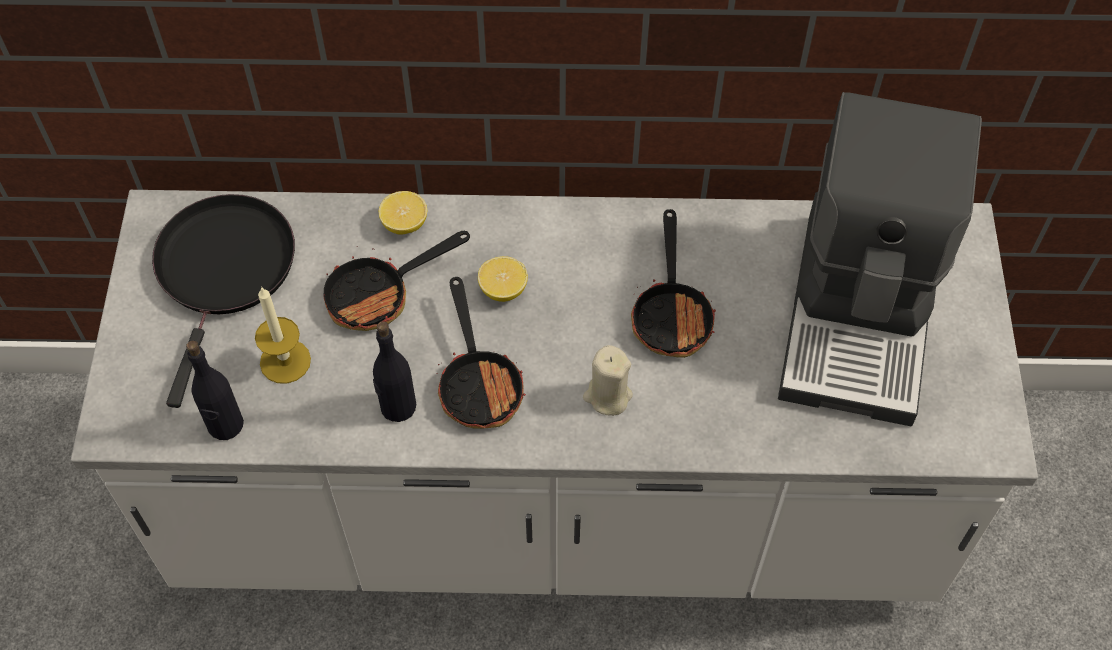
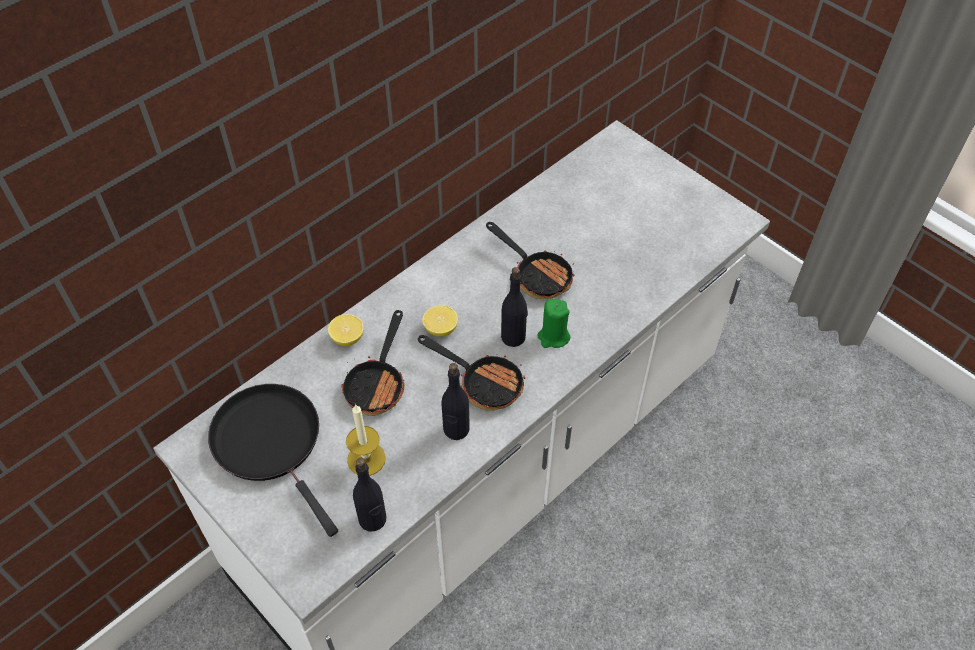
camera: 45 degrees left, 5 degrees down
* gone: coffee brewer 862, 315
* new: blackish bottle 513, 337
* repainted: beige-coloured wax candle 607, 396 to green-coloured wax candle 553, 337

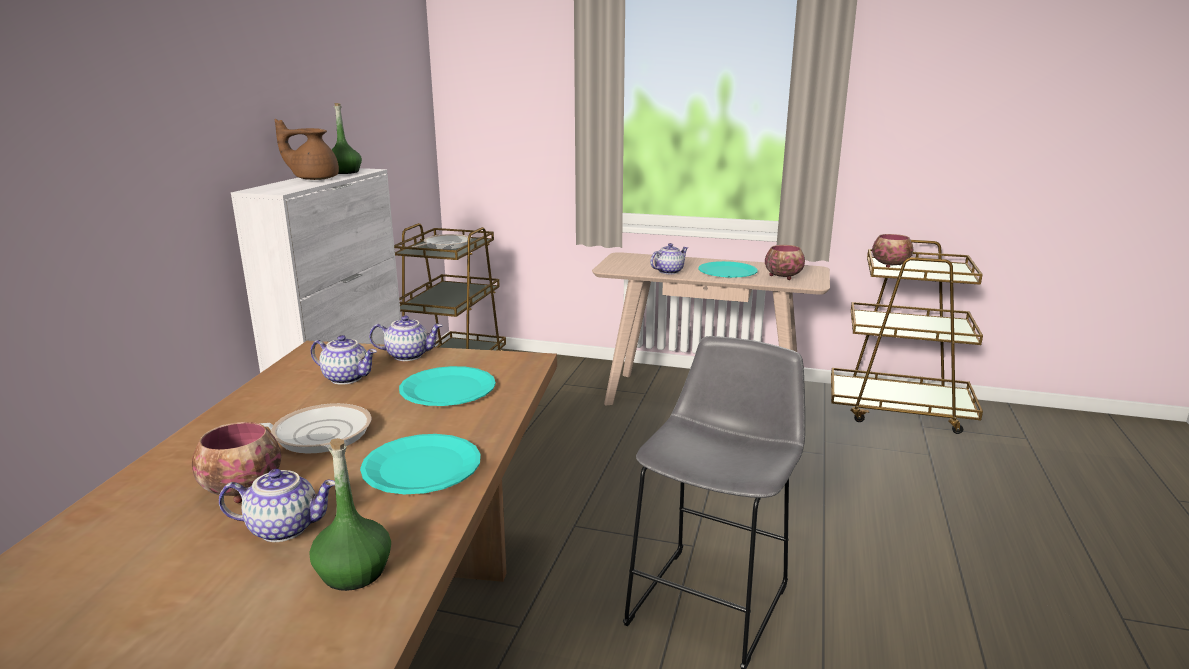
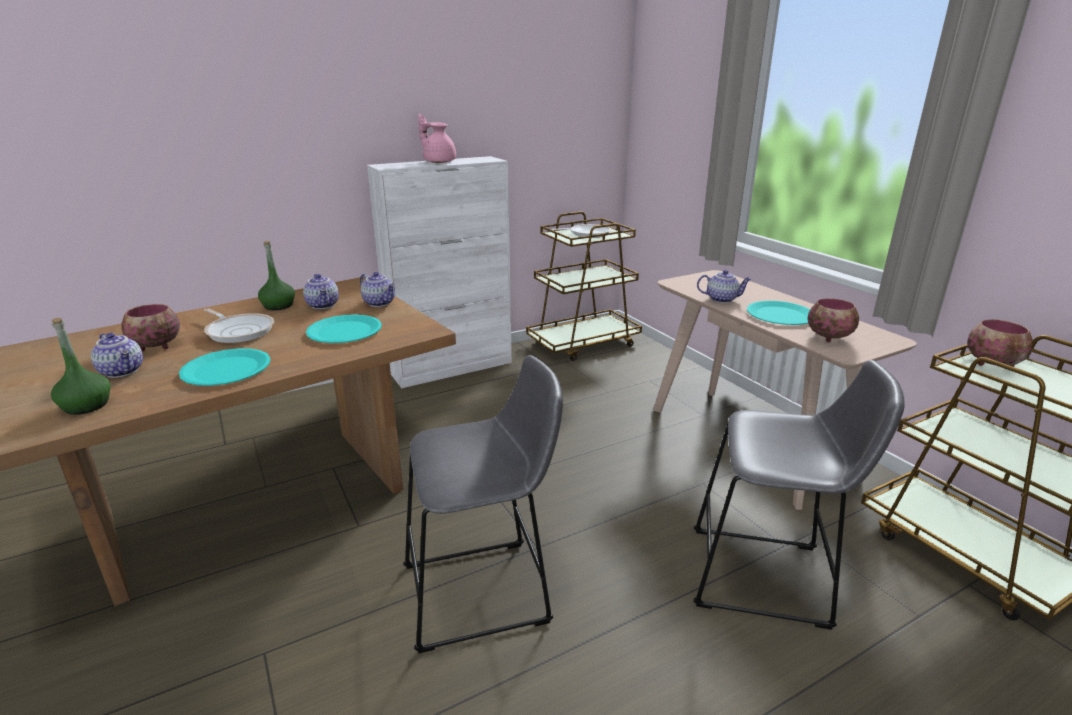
camera: 45 degrees right, 5 degrees up
* new: gray stool 767, 578
* shifted: green-coloured bottle 345, 172 to 278, 306
* repainted: brownish teapot 314, 178 to pink teapot 438, 162

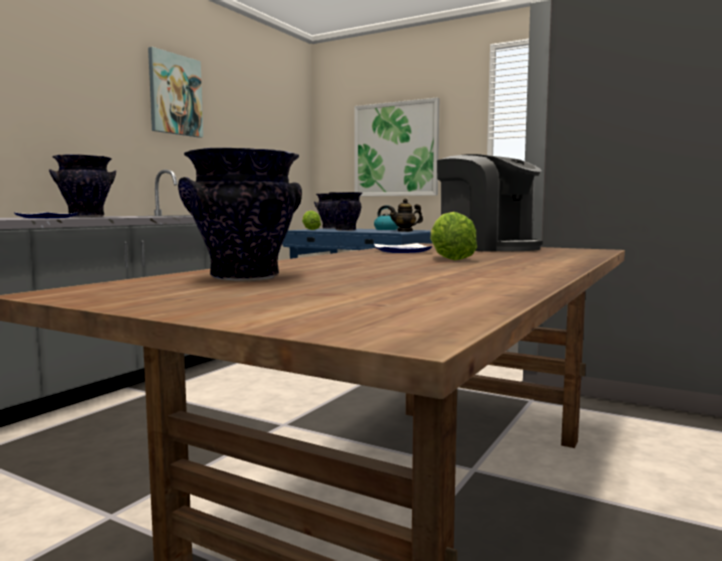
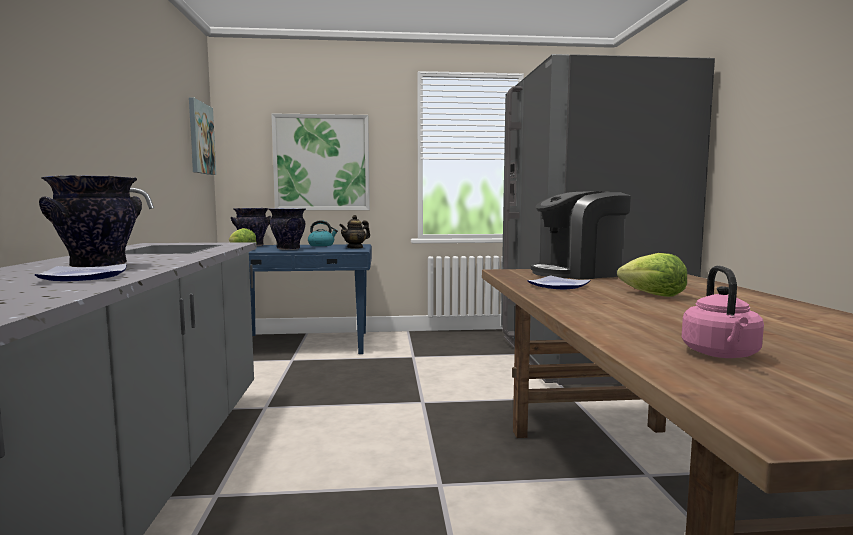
camera: 35 degrees left, 0 degrees up
* shifted: wall art 175, 95 to 200, 138
* swapped: decorative vase 245, 278 to pink kettle 721, 354
* rotated: coffee brewer 487, 248 = 578, 273 150 degrees clockwise

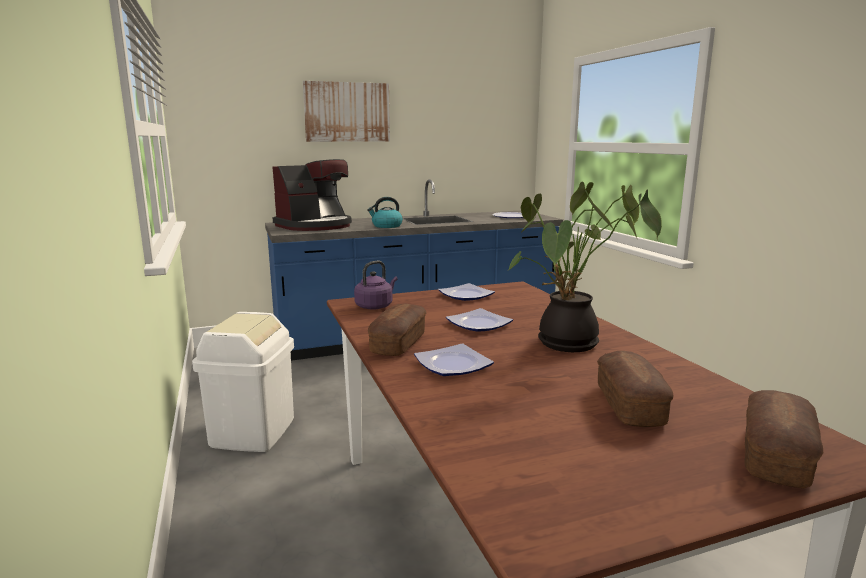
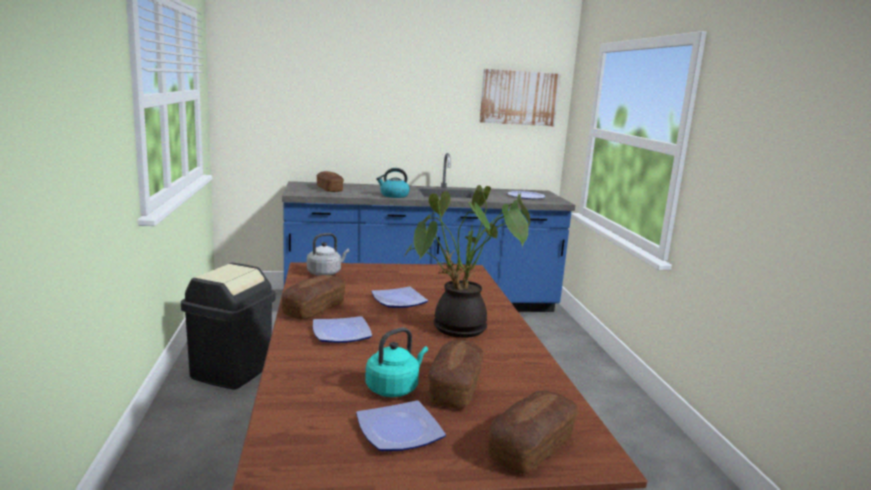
camera: 10 degrees right, 0 degrees up
* new: blue-green kettle 394, 388
* shifted: wall art 347, 112 to 519, 98
* shifted: dinner plate 467, 295 to 401, 432
* swapped: coffee brewer 315, 226 to bread 329, 189
* repainted: white rubbish bin 252, 432 to blackish rubbish bin 231, 371
* repainted: purplish kettle 375, 306 to gray kettle 325, 273

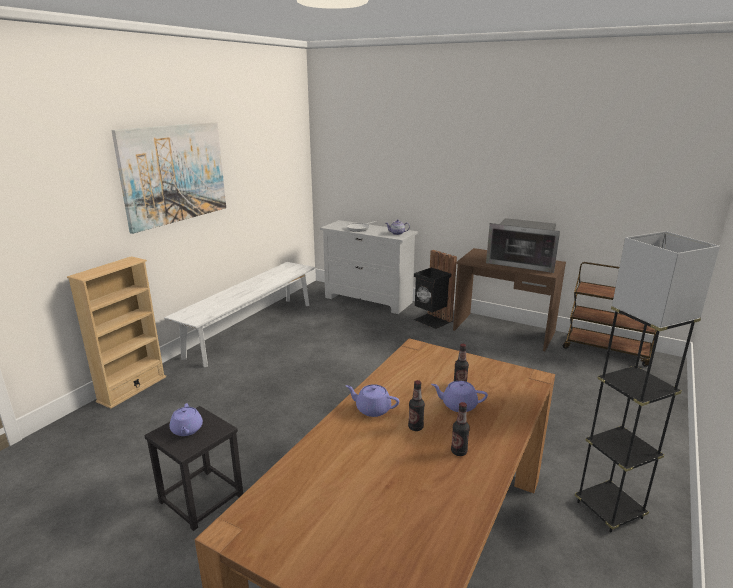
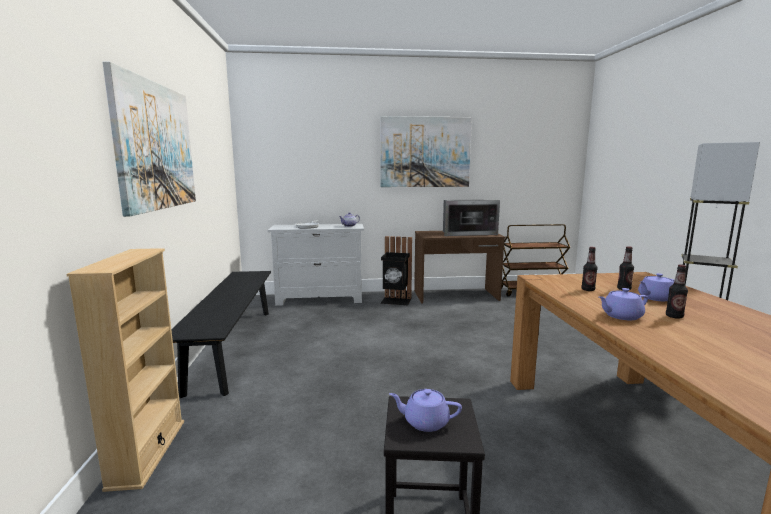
camera: 35 degrees left, 10 degrees down
* new: wall art 425, 152
* shifted: bottle 459, 452 to 588, 290
* repainted: white bench 252, 329 to blackish bench 233, 346
* rotated: purplish teapot 187, 430 = 425, 422 150 degrees clockwise

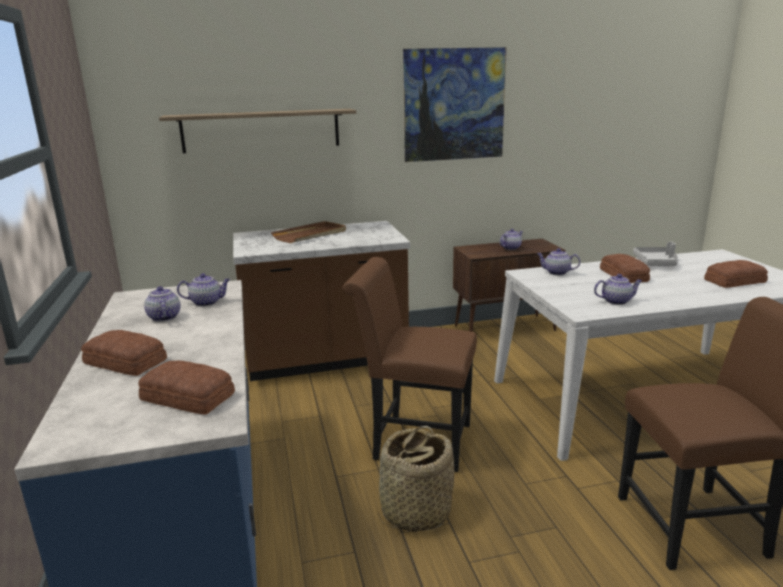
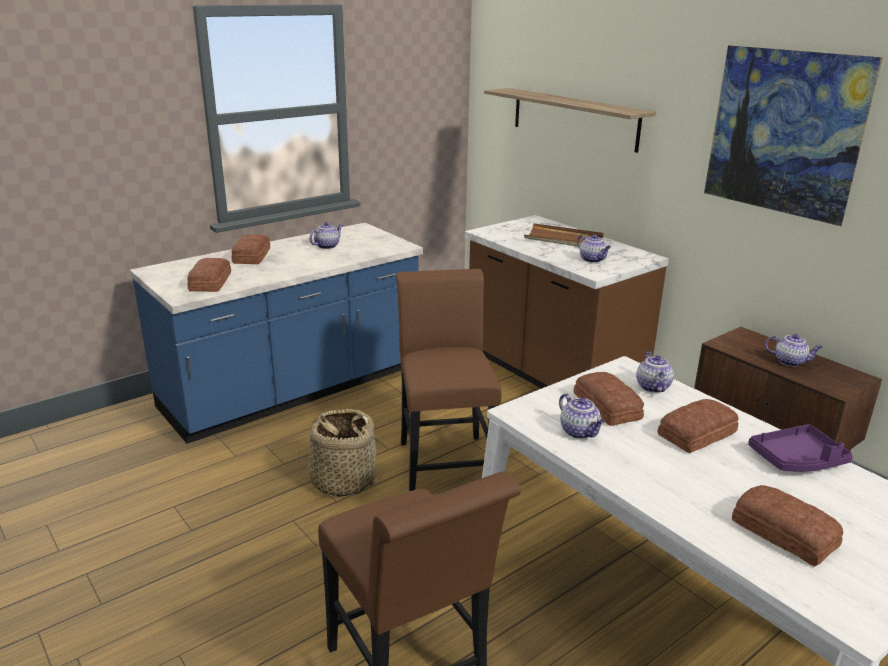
camera: 65 degrees right, 5 degrees up
* new: bread 607, 406
* shifted: teapot 207, 302 to 592, 259
* repainted: gray carrying tray 656, 263 to purplish carrying tray 797, 460

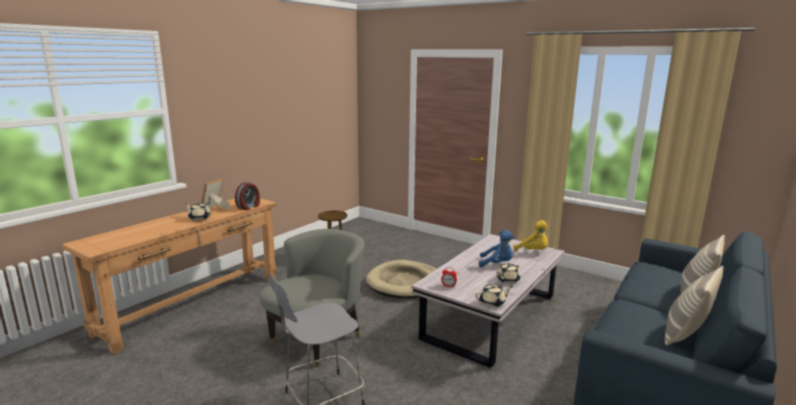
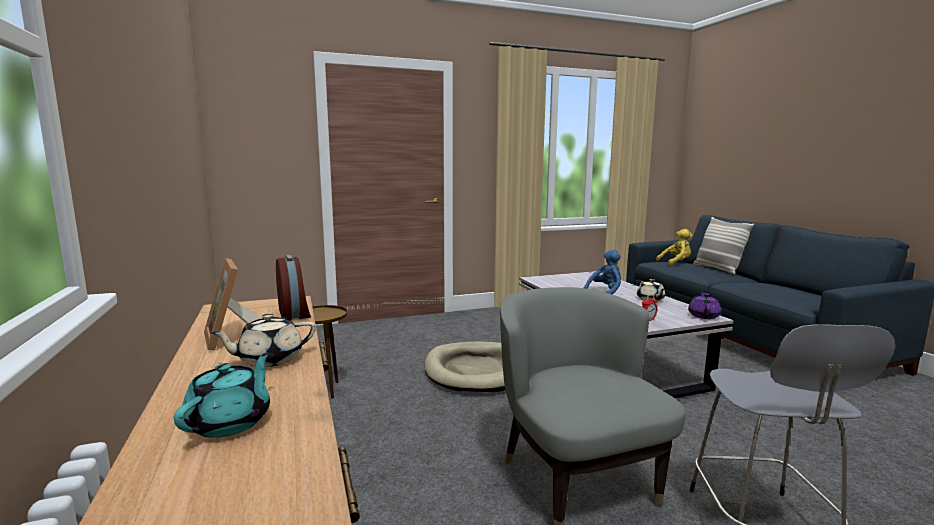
camera: 55 degrees left, 5 degrees down
* gone: throw pillow 685, 335
* new: blue-green teapot 230, 422
* shifted: yellow-coloured plush toy 533, 251 to 676, 263
* repainted: beige-coloured teapot 493, 303 to purplish teapot 704, 316

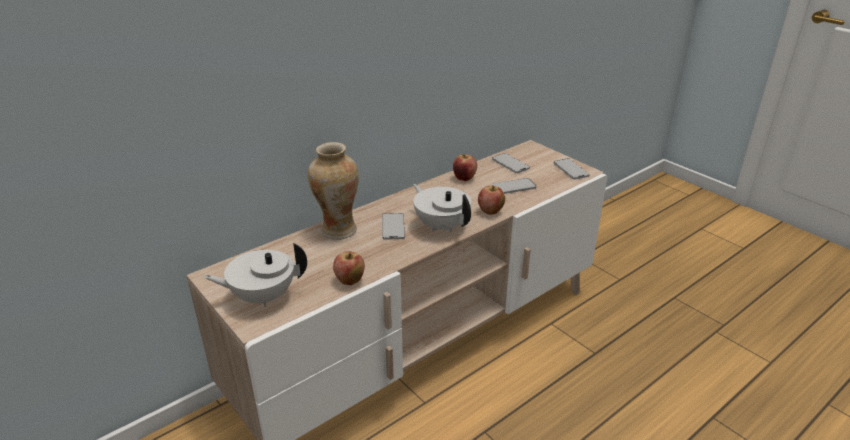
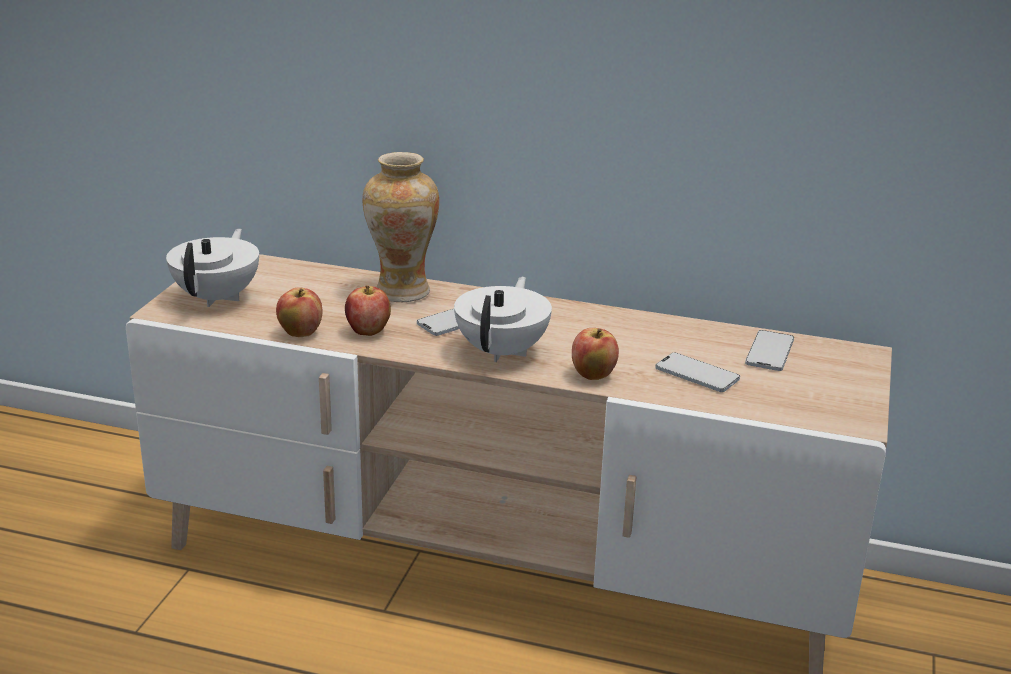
camera: 55 degrees right, 5 degrees down
* gone: phone 570, 170
* shifted: whole apple 464, 178 to 368, 331
* rotated: white teapot 262, 296 = 218, 297 60 degrees clockwise

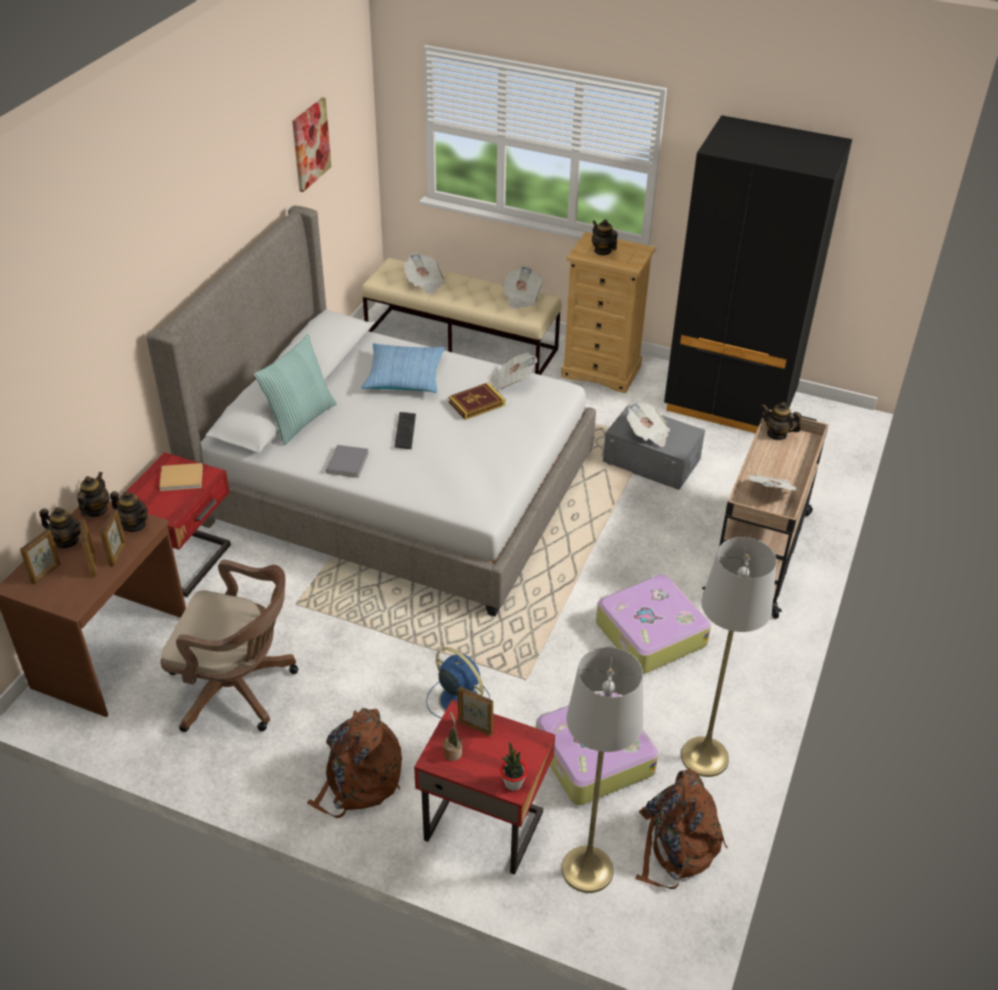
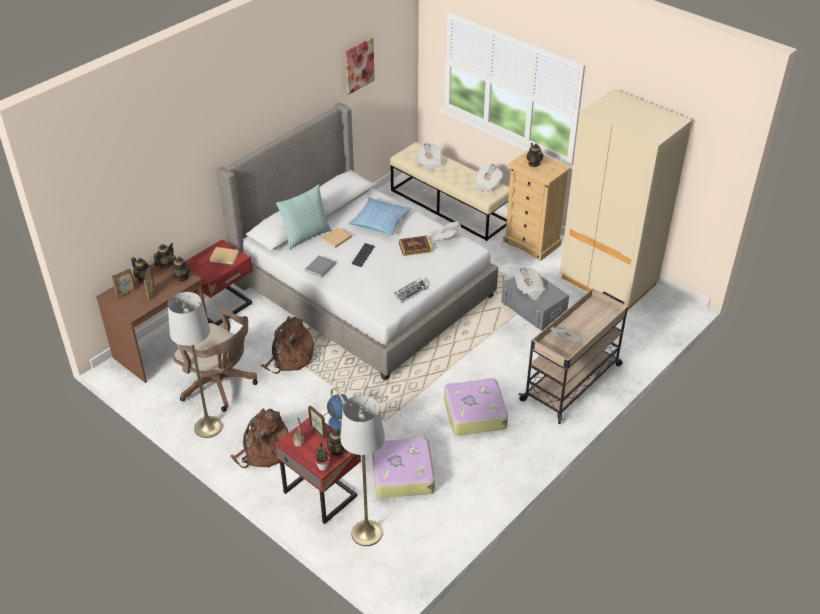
camera: 20 degrees right, 0 degrees up
* gone: standing frame 118, 554
* new: beige-coloured volume 335, 239
* new: PC keyboard 411, 292
* shifted: brownish backpack 676, 846 to 290, 358
* shifted: gray standard lamp 704, 757 to 208, 427
* shifted: teapot 777, 434 to 337, 450
* repainted: blackish clothes cupboard 730, 403 to beige-coloured clothes cupboard 608, 282

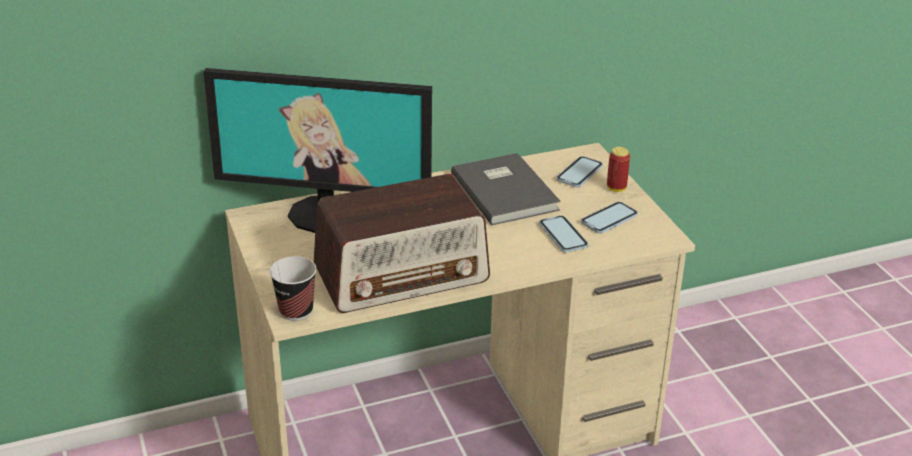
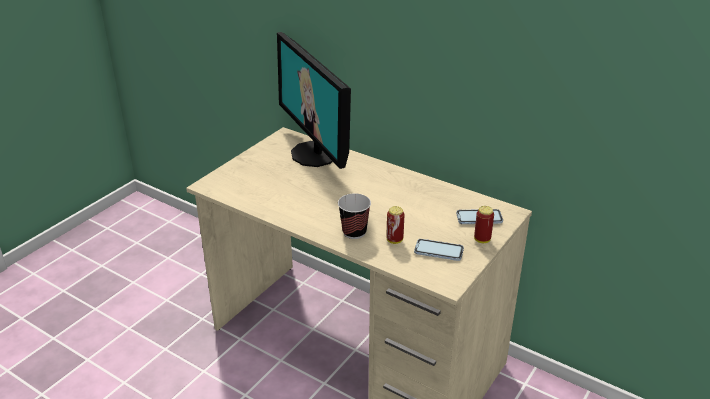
camera: 55 degrees right, 0 degrees up
* gone: radio set 402, 274
* gone: gray volume 506, 191
* shifted: drinking cup 296, 311 to 354, 232
* swapped: phone 563, 235 to sealed can 394, 240

